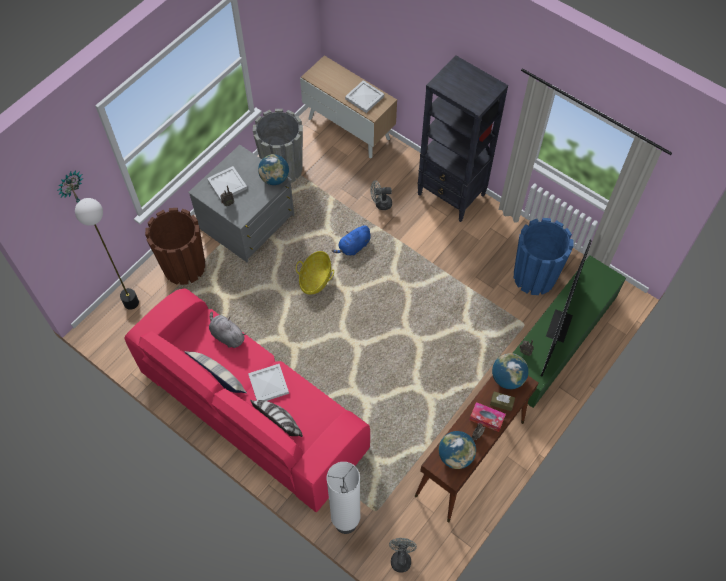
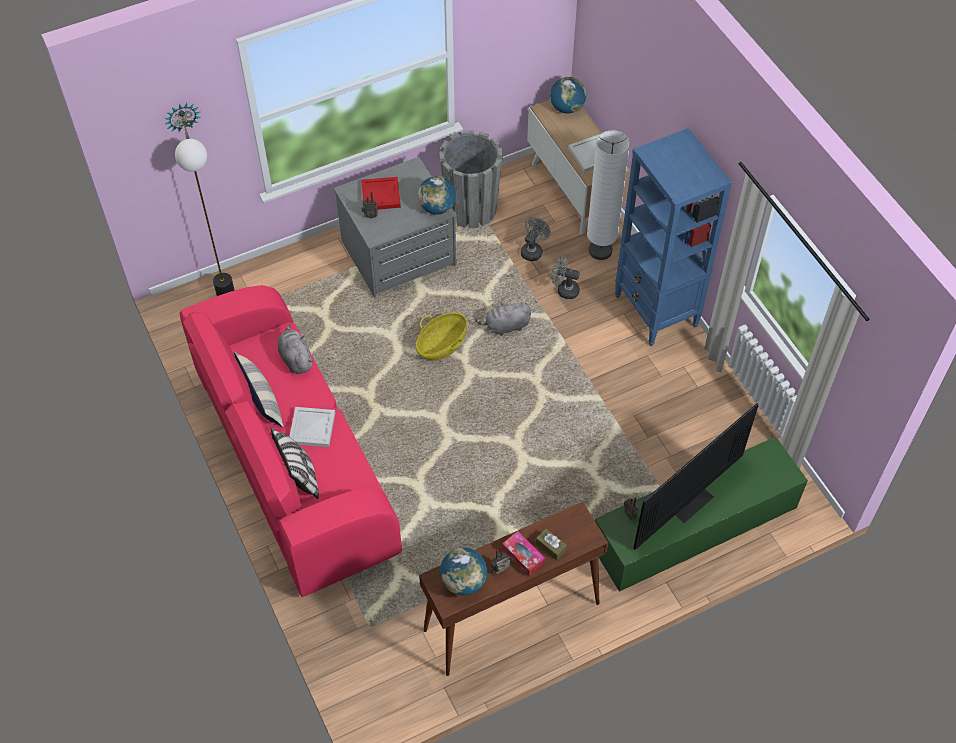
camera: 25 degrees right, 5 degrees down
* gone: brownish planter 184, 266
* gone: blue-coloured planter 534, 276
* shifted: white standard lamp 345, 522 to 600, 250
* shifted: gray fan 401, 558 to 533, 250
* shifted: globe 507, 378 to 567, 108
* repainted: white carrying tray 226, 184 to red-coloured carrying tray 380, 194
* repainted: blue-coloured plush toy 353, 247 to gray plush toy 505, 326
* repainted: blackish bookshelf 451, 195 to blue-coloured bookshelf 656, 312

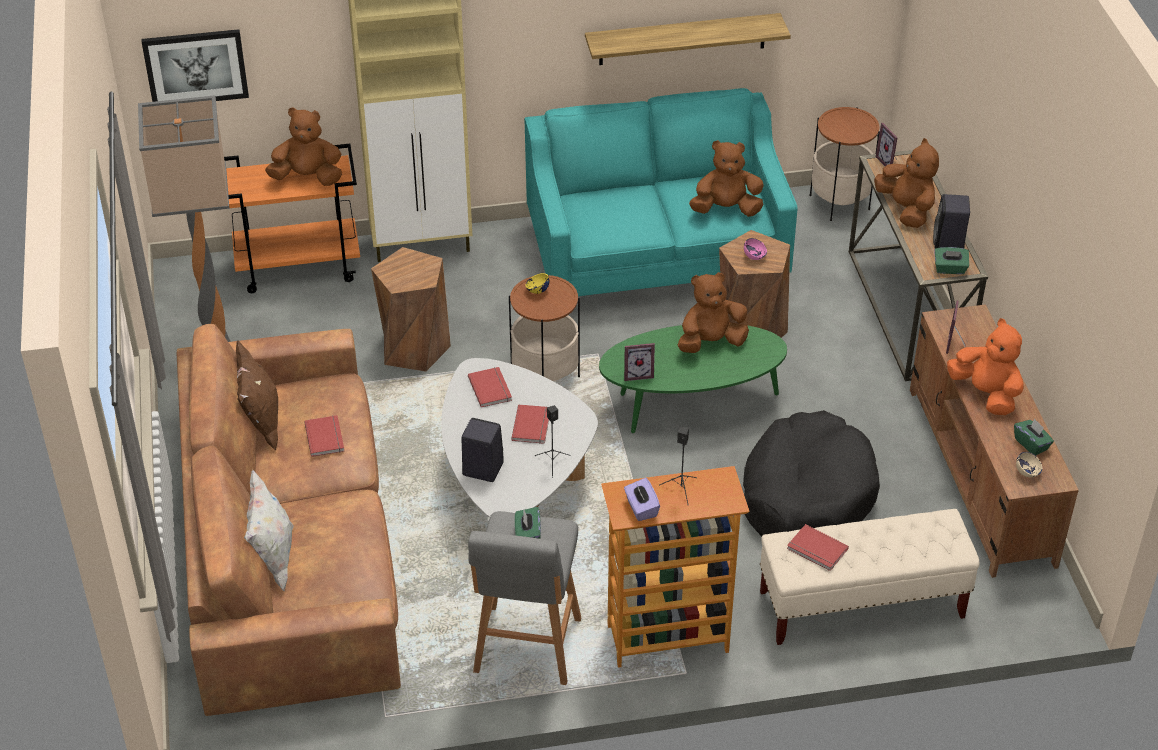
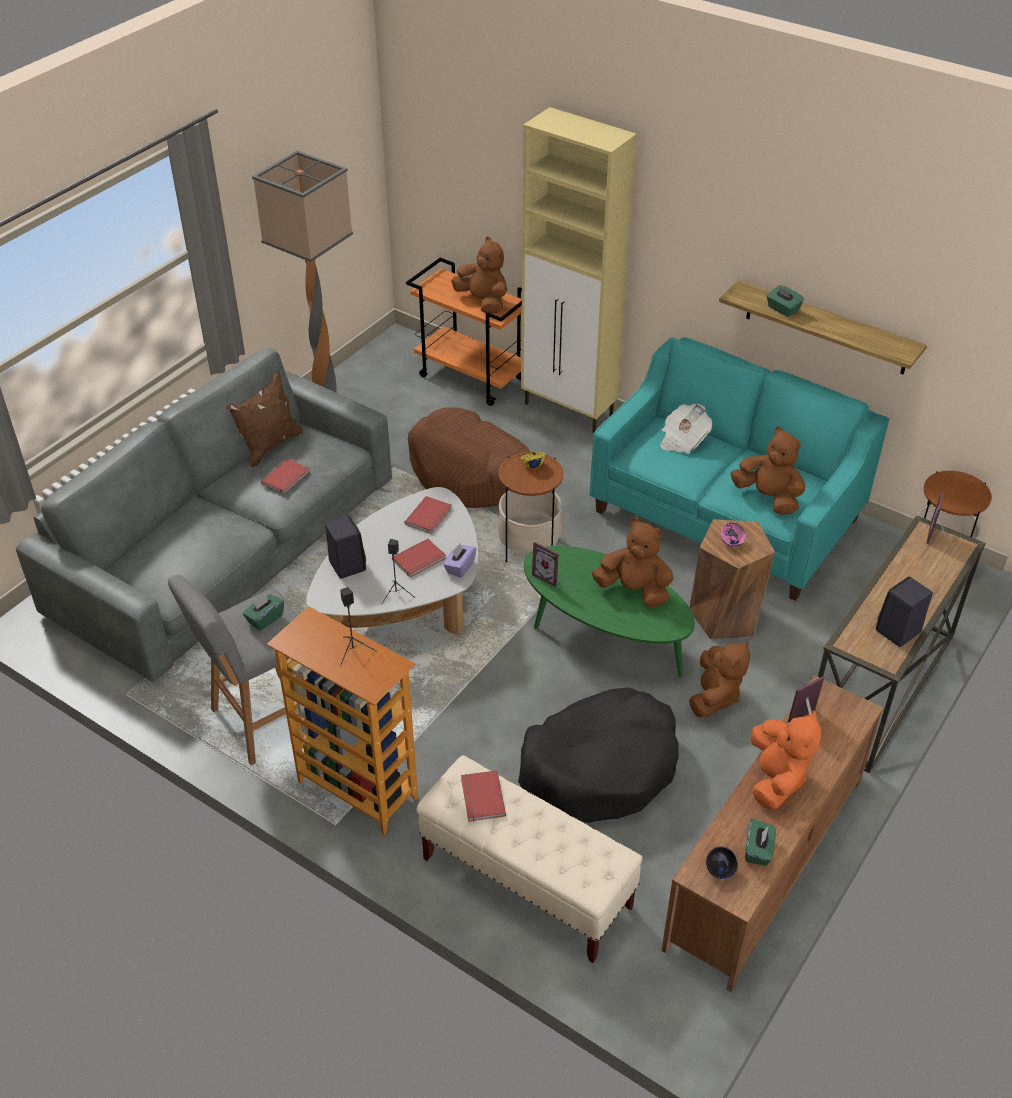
camera: 45 degrees right, 0 degrees up
* gone: wall art 195, 67
* gone: white throw pillow 273, 559
* new: printed paper 683, 440
* shifted: purplish tissue box 641, 508 to 459, 567
* shifted: brownish plush toy 906, 209 to 714, 696
* shifted: green-coloured tissue box 950, 269 to 782, 309
* swapped: brownish stool 414, 348 to brownish pet bed 470, 473
* repainted: brownish sofa 291, 547 to gray sofa 227, 547
* repainted: beige-coloured bowl 1027, 472 to blackish bowl 720, 870

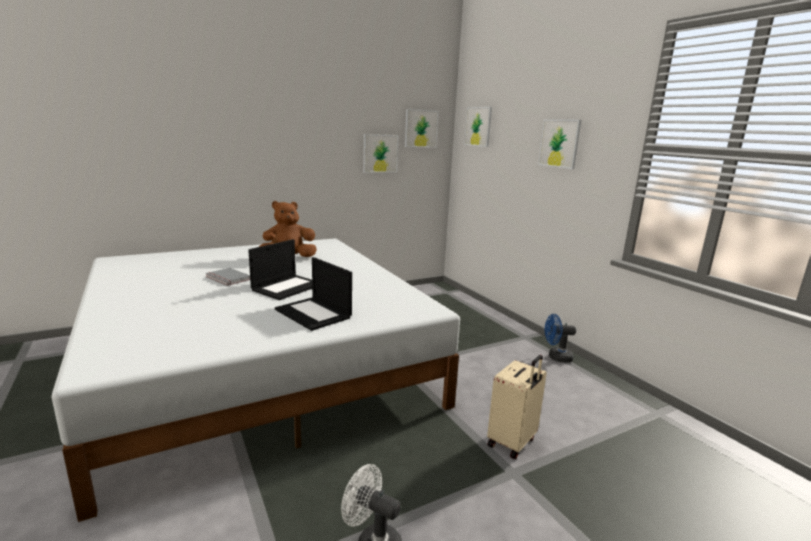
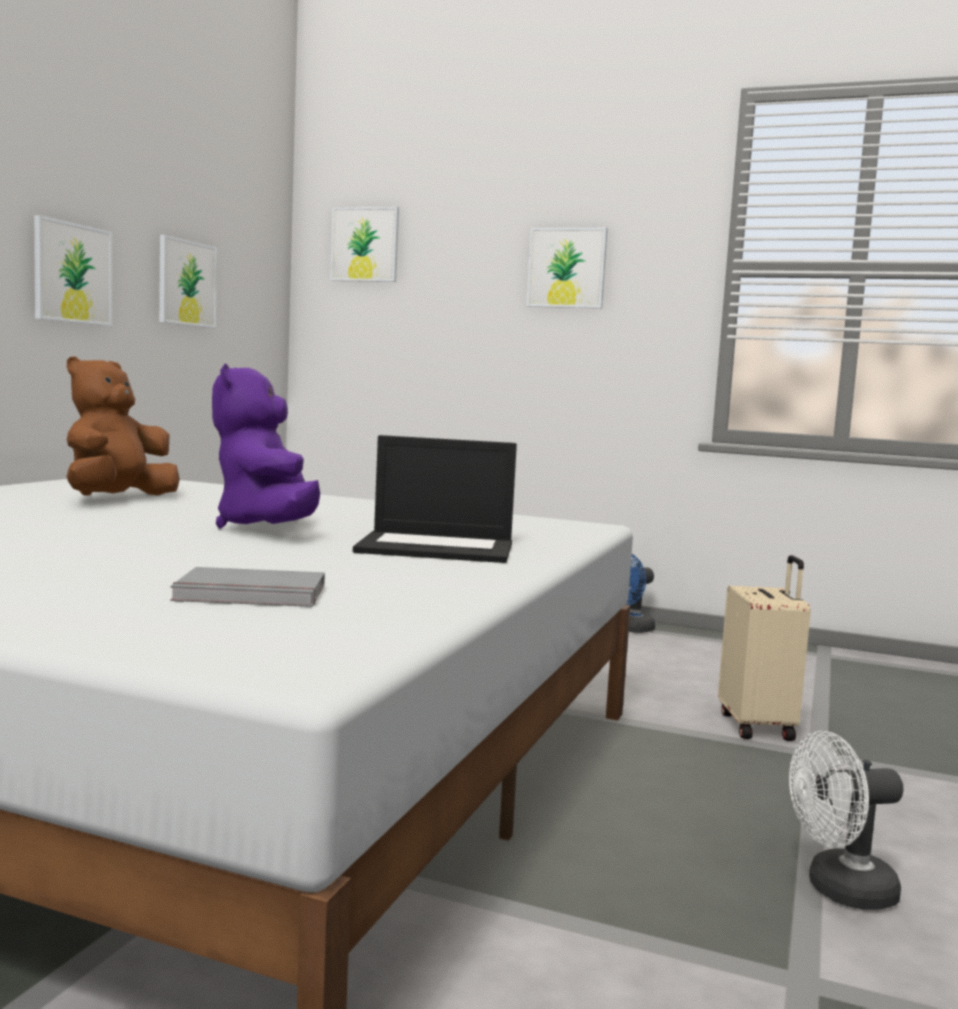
camera: 40 degrees left, 10 degrees down
* shifted: gray volume 227, 278 to 251, 594
* shifted: wall art 421, 128 to 72, 273
* swapped: notebook computer 287, 287 to purplish plush toy 268, 529

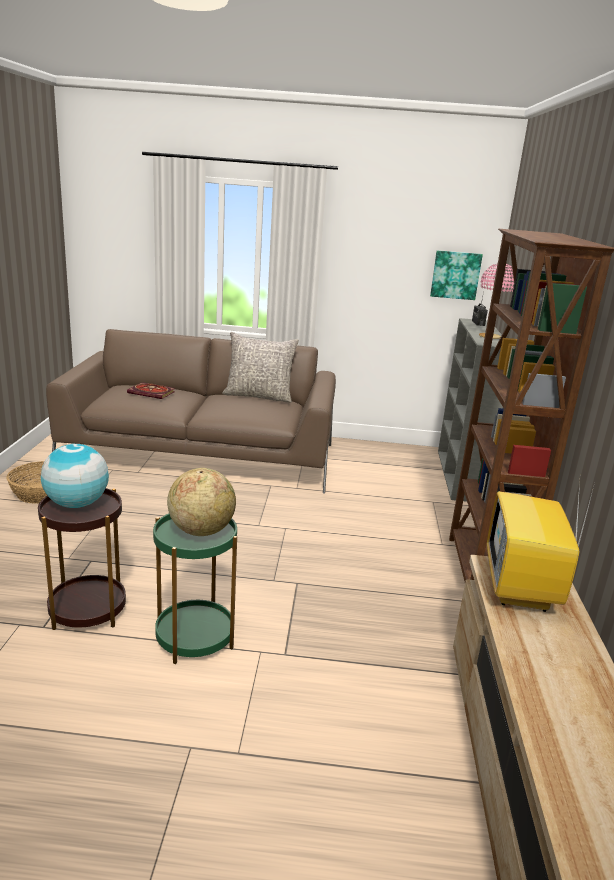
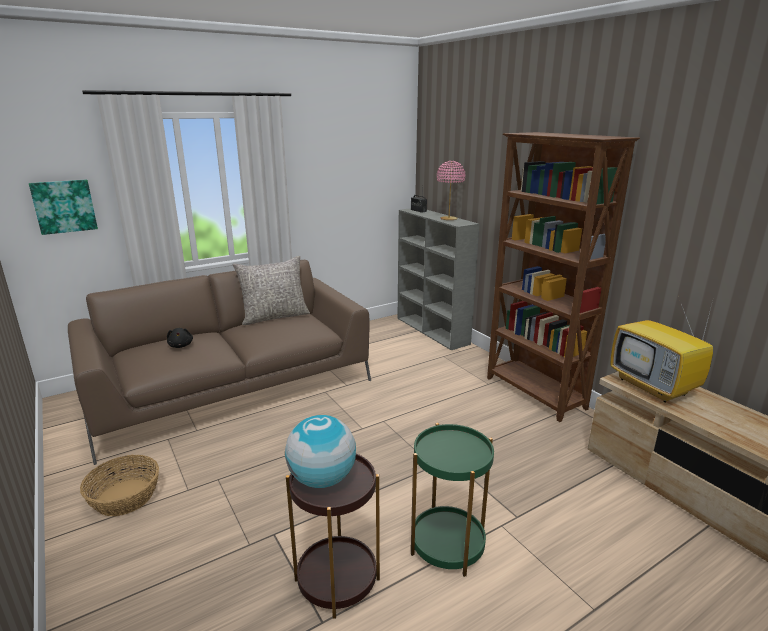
camera: 35 degrees left, 0 degrees up
* gone: globe 201, 531
* shifted: wall art 455, 275 to 64, 206
* swapped: volume 152, 392 to blackish plush toy 181, 345

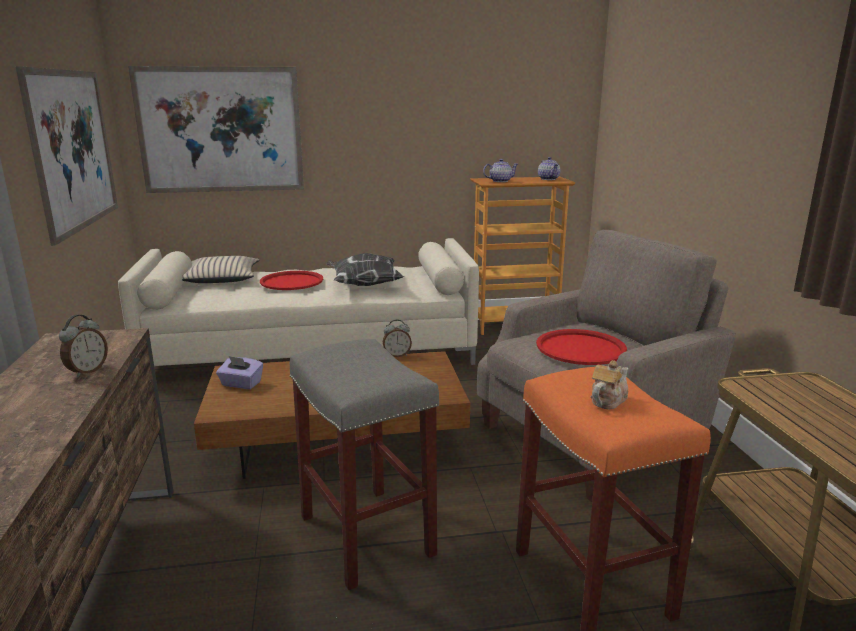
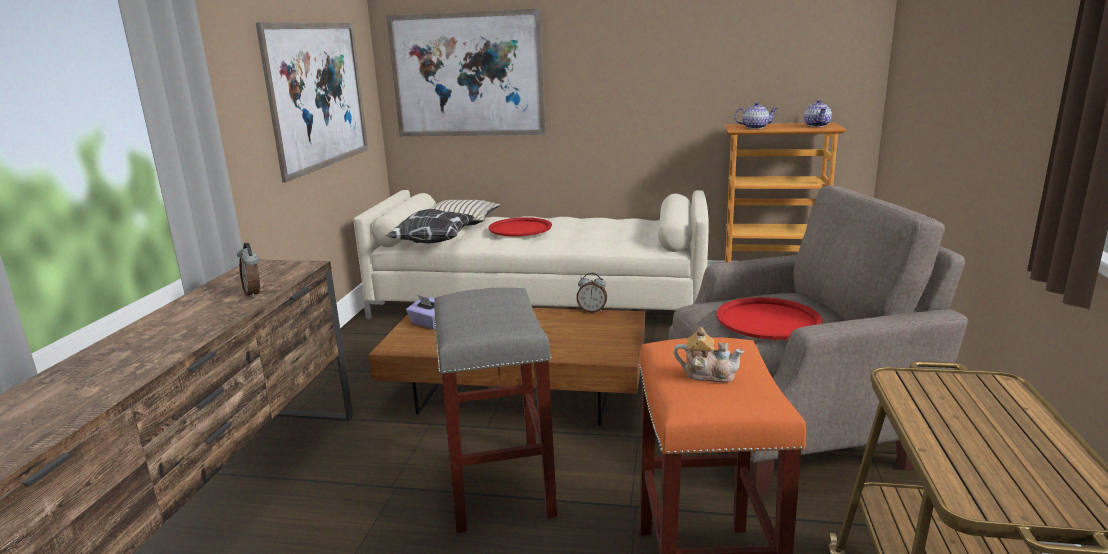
camera: 20 degrees right, 0 degrees up
* shifted: throw pillow 364, 285 to 432, 242
* rotated: table clock 87, 371 = 254, 293 105 degrees clockwise
* rotated: teapot 607, 400 = 708, 374 45 degrees clockwise

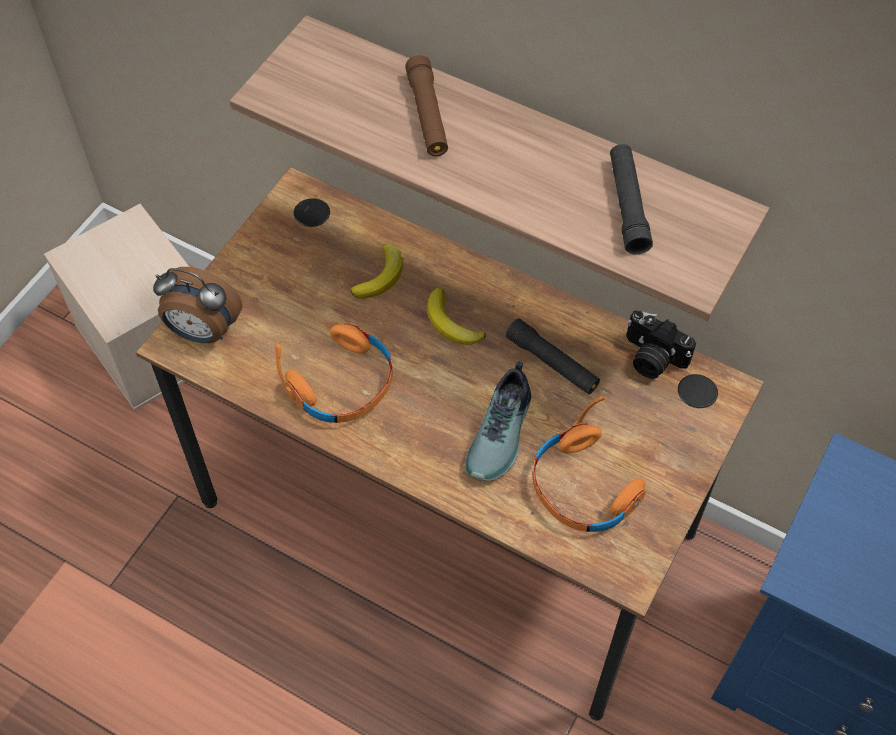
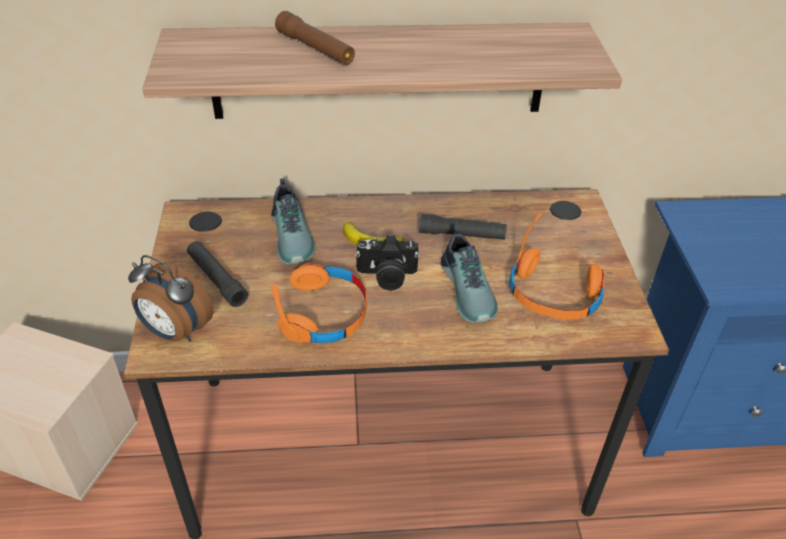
camera: 35 degrees left, 15 degrees down
* shifted: blackish torch 627, 205 to 217, 279
* shifted: still camera 651, 358 to 386, 276
* swapped: whole banana 381, 276 to low shoe 294, 236
* rotated: table clock 203, 331 = 175, 332 45 degrees clockwise

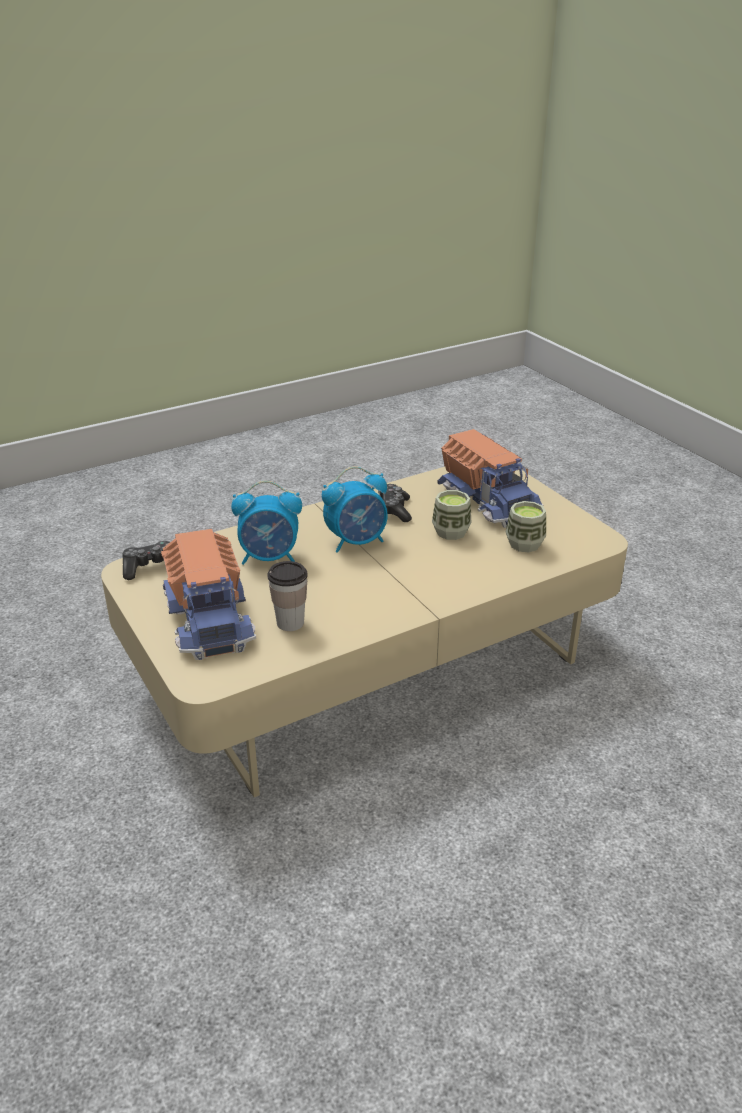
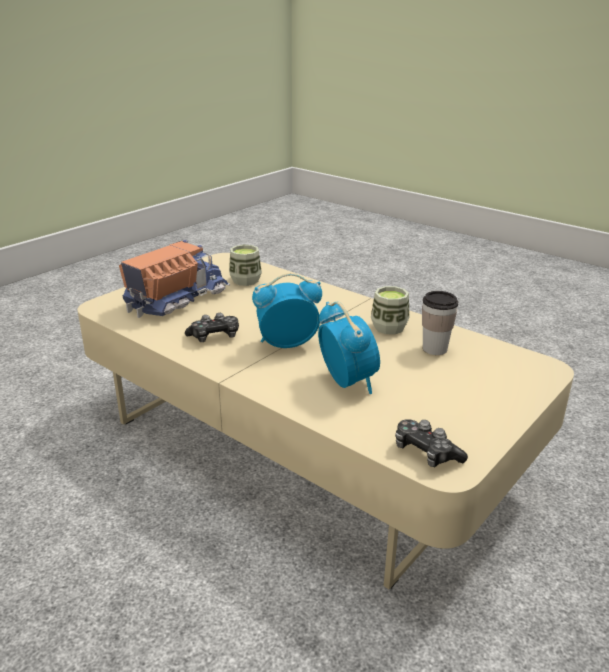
camera: 110 degrees left, 5 degrees down
* gone: model truck 211, 618
* shifted: drinking cup 451, 532 to 389, 327
* rotated: table clock 357, 542 = 286, 344 60 degrees counterclockwise

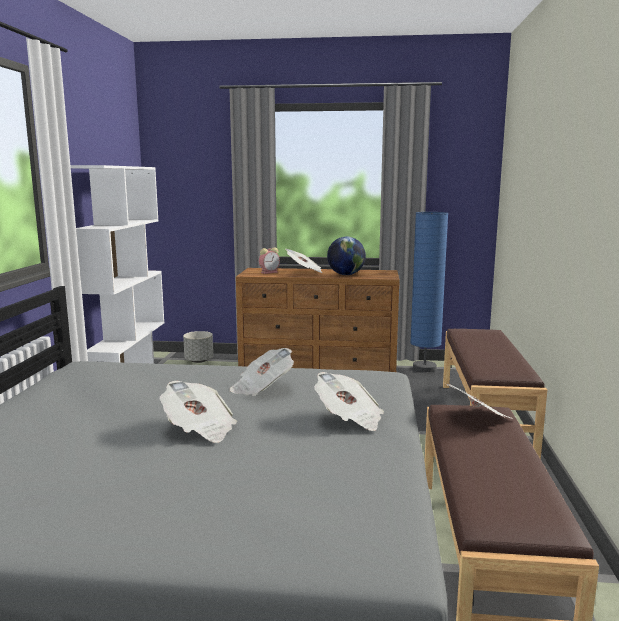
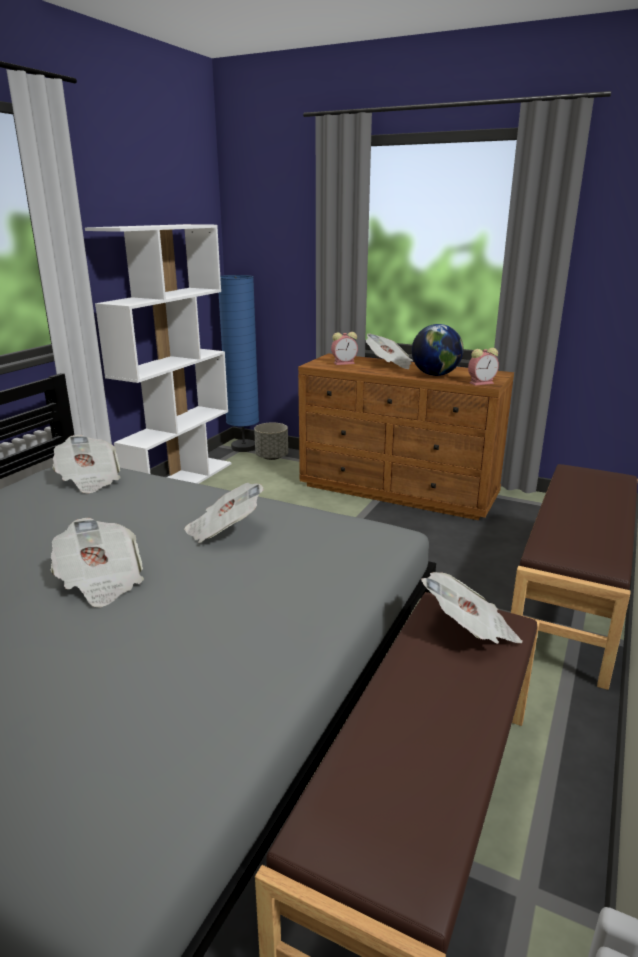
camera: 20 degrees right, 10 degrees up
* new: table clock 482, 383
* shifted: printed paper 349, 418 to 89, 480
* shifted: blue-coloured standard lamp 424, 368 to 243, 447

